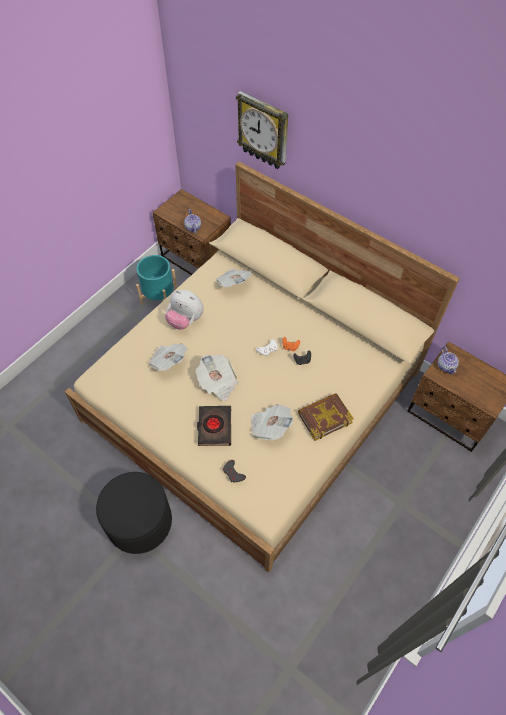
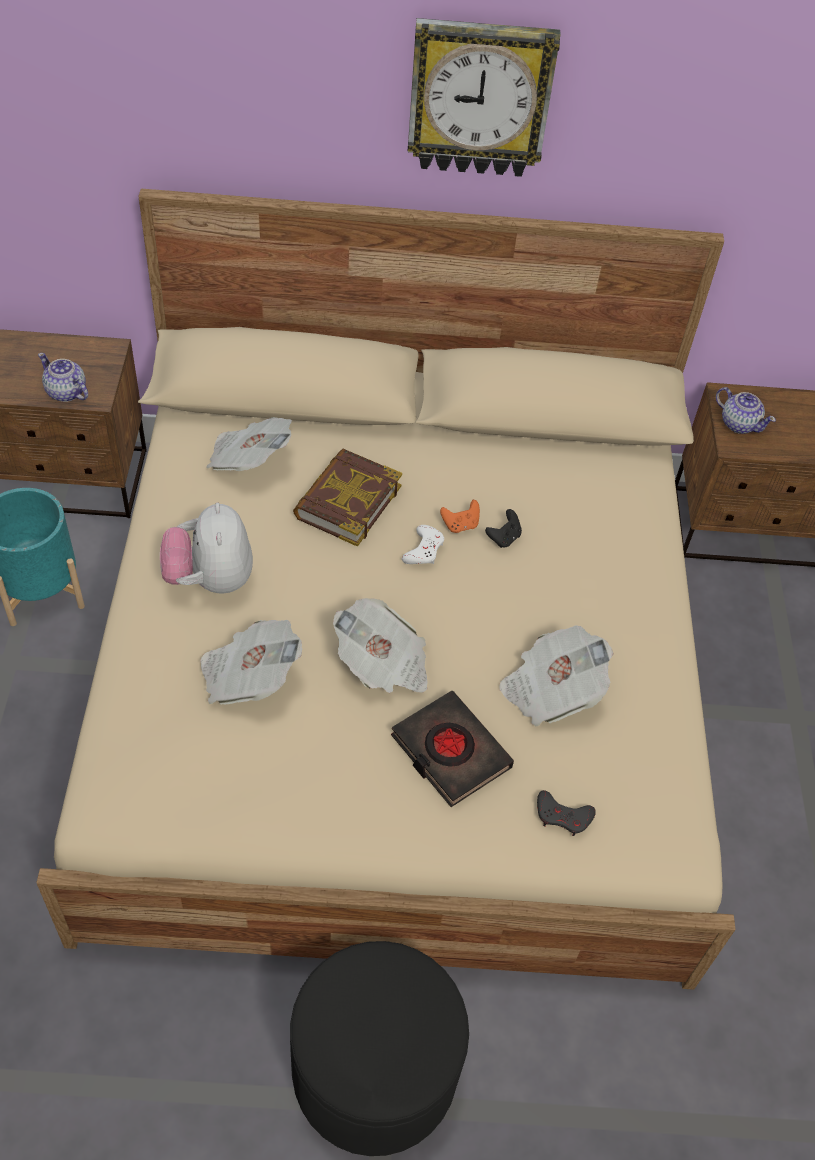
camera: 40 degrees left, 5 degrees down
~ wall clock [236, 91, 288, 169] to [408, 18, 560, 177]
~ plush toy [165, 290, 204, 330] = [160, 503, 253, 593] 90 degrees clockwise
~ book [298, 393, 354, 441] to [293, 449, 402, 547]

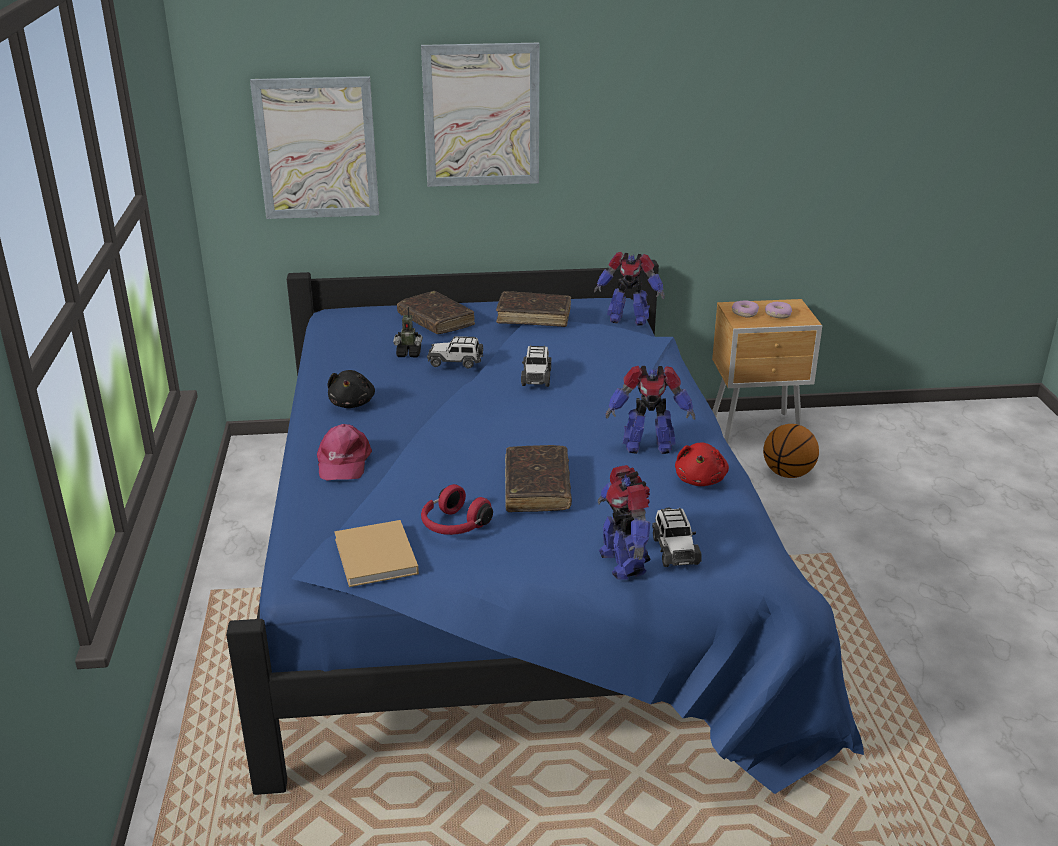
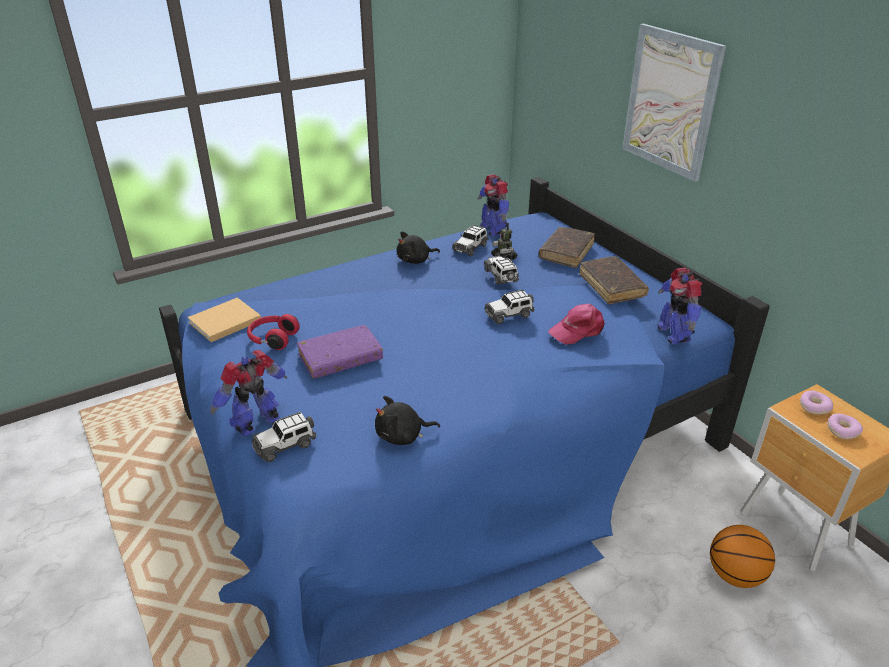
camera: 65 degrees right, 5 degrees up
- picture [250, 76, 379, 219]
~ toy robot [606, 366, 695, 454] to [478, 174, 509, 236]
~ pink cap [317, 424, 372, 481] to [548, 303, 605, 345]
~ red plush toy [675, 442, 729, 486] to black plush toy [375, 396, 440, 445]
~ brown book [505, 445, 572, 512] to purple book [297, 325, 383, 378]
+ toy car [452, 225, 488, 256]

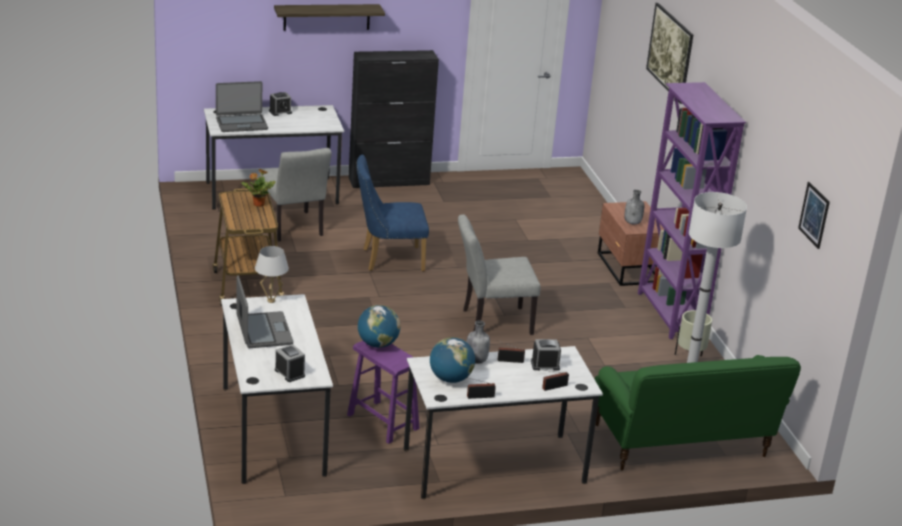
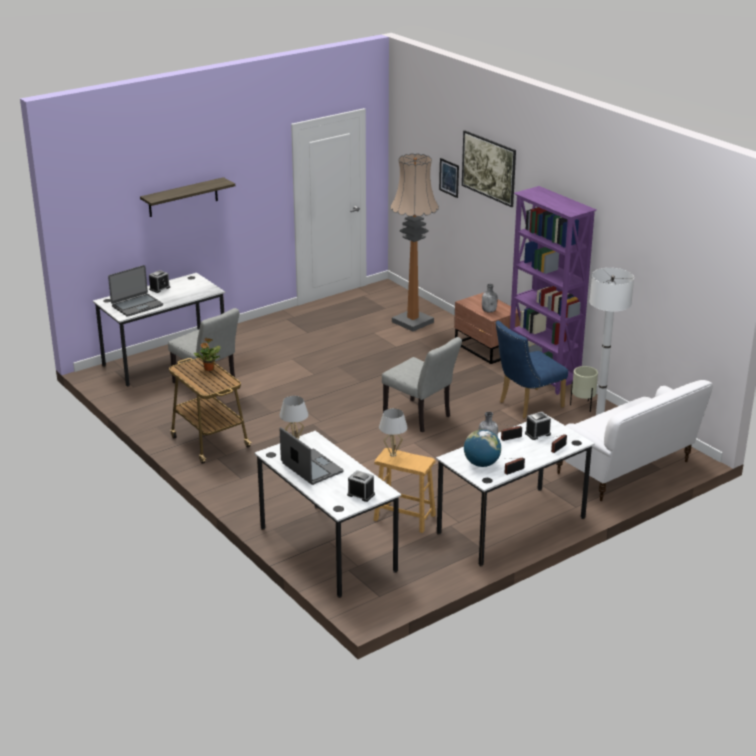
camera: 20 degrees left, 0 degrees up
- black cabinet [349, 50, 439, 188]
~ blue chair [357, 155, 429, 272] to [496, 321, 568, 419]
~ picture [798, 182, 830, 249] to [439, 158, 459, 198]
~ grey chair [458, 214, 541, 335] = [382, 337, 462, 432] 105 degrees counterclockwise
~ globe [358, 305, 400, 348] to white table lamp [379, 408, 408, 457]
~ purple stool [347, 341, 420, 444] to brown stool [374, 448, 436, 533]
~ green sofa [594, 355, 801, 471] to white sofa [556, 380, 713, 501]
+ floor lamp [390, 153, 439, 332]

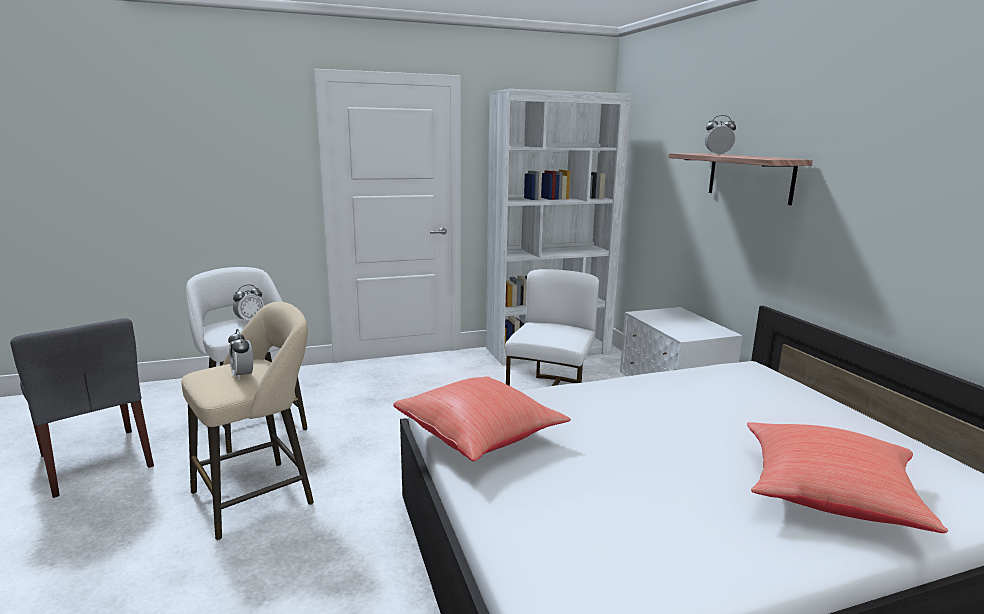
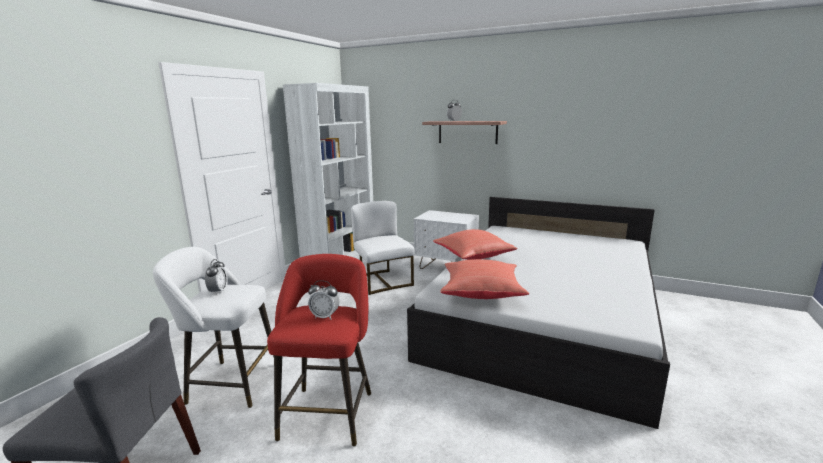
camera: 45 degrees left, 0 degrees up
~ beige stool [181, 302, 314, 540] to red stool [267, 254, 371, 447]
~ red pillow [747, 422, 948, 533] to [433, 229, 517, 260]

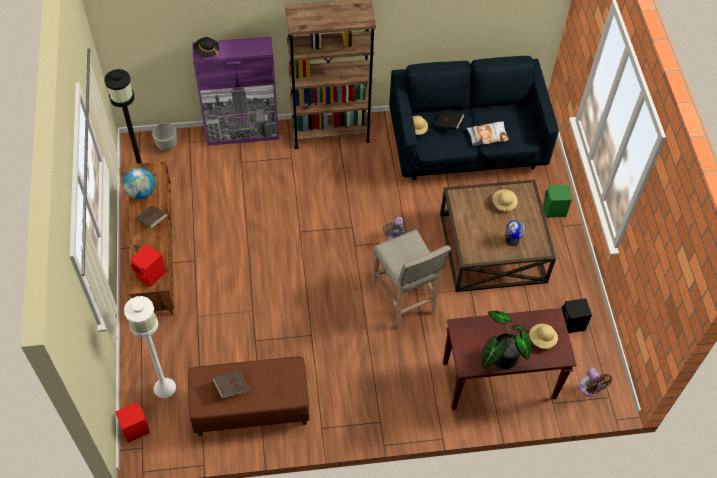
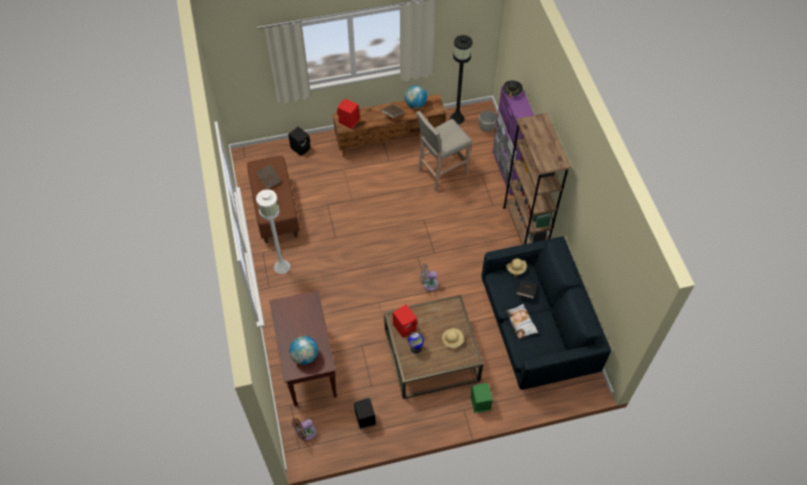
camera: 85 degrees right, 0 degrees up
~ beige stool [372, 229, 451, 330] to [416, 111, 472, 191]
~ white floor lamp [124, 296, 176, 398] to [256, 189, 290, 274]
- potted plant [482, 311, 532, 369]
~ beige hat [529, 324, 558, 349] to globe [290, 336, 318, 365]
~ red speaker [115, 402, 150, 443] to [393, 304, 417, 338]
+ black speaker [288, 127, 310, 156]

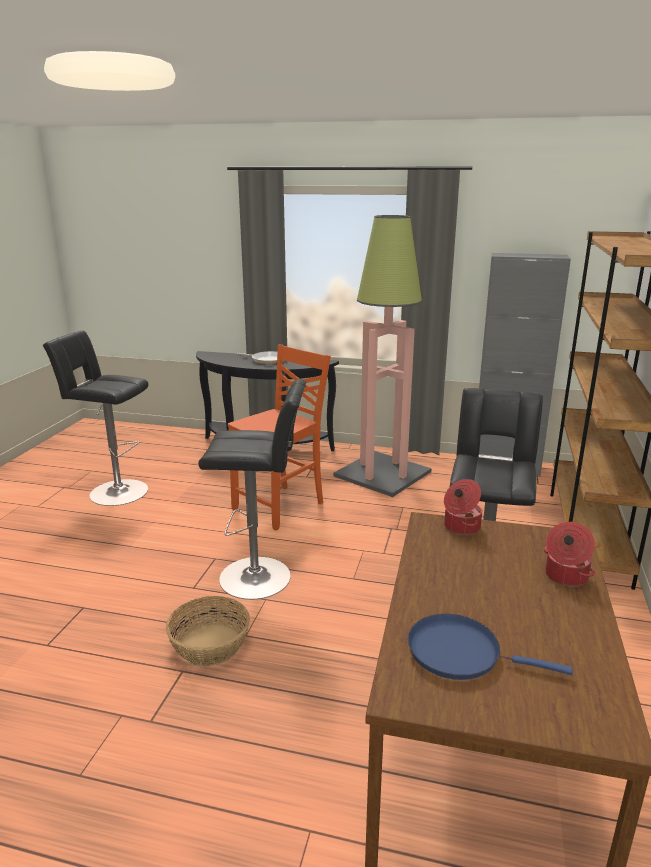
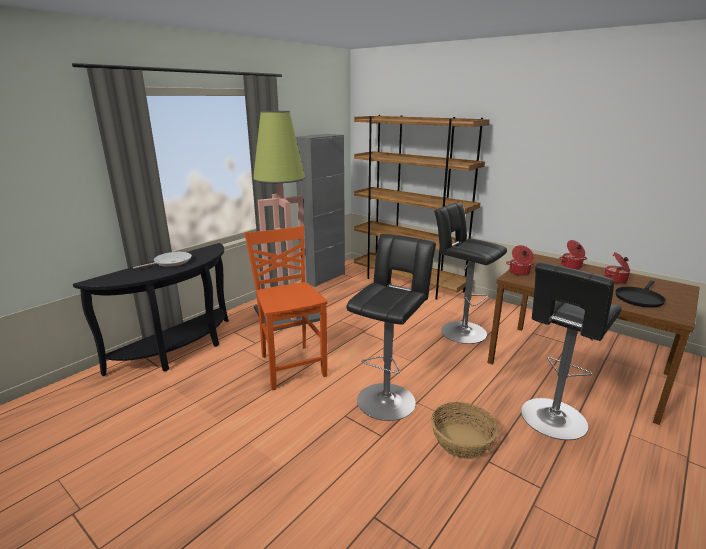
camera: 65 degrees left, 0 degrees up
~ black stool [43, 330, 149, 506] to [521, 262, 621, 440]
~ blue frying pan [408, 614, 573, 680] to black frying pan [615, 281, 666, 307]
+ cooking pot [604, 252, 630, 284]

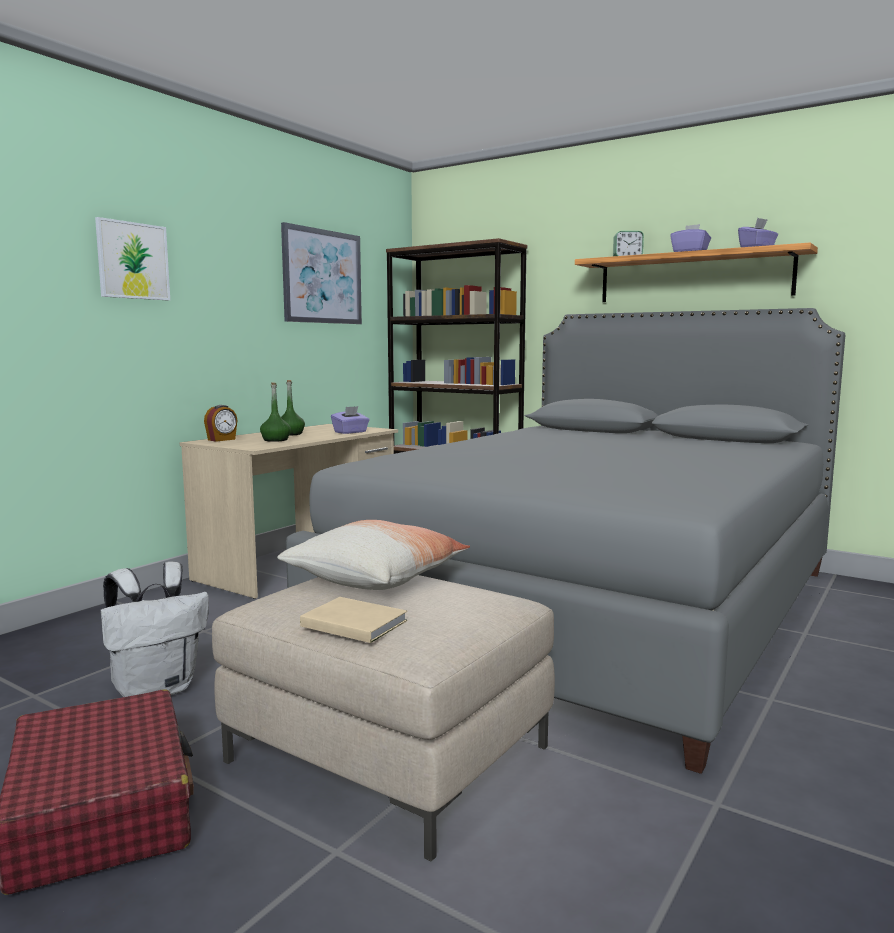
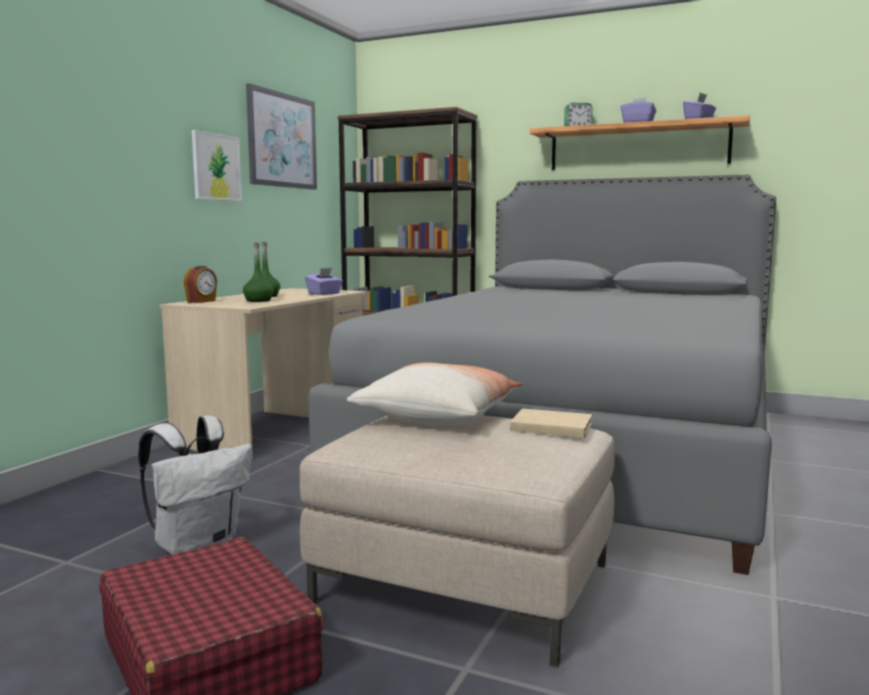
camera: 10 degrees left, 0 degrees up
~ picture [95, 217, 170, 300] to [192, 130, 242, 201]
~ beige book [300, 597, 407, 643] to [510, 409, 592, 438]

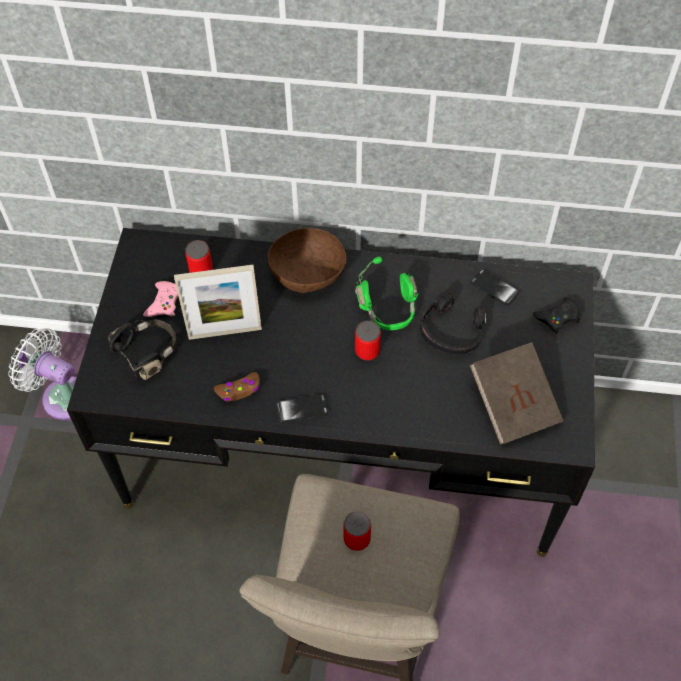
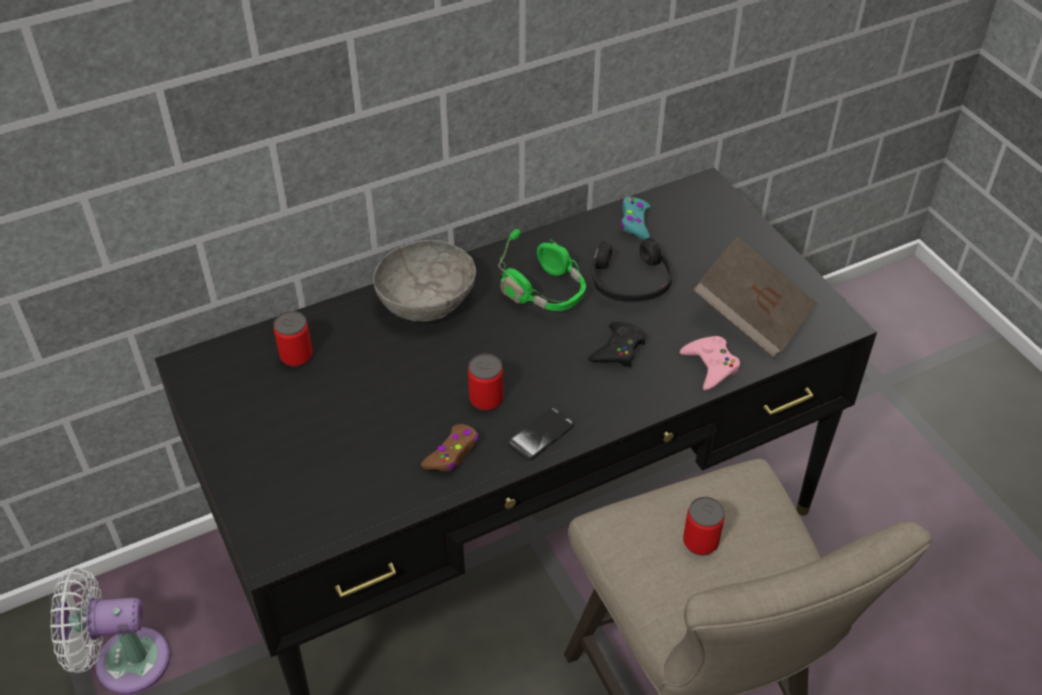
camera: 35 degrees left, 10 degrees down
~ brown bowl [268, 228, 346, 293] to grey bowl [373, 240, 476, 322]
- picture frame [174, 265, 262, 340]
~ phone [471, 269, 519, 306] to turquoise game controller [620, 196, 651, 240]
~ pink game controller [143, 281, 178, 317] to [680, 336, 740, 390]
~ black game controller [533, 297, 581, 334] to [588, 322, 646, 368]
- black headphones [108, 319, 176, 380]
~ can [355, 321, 381, 361] to [468, 354, 503, 411]

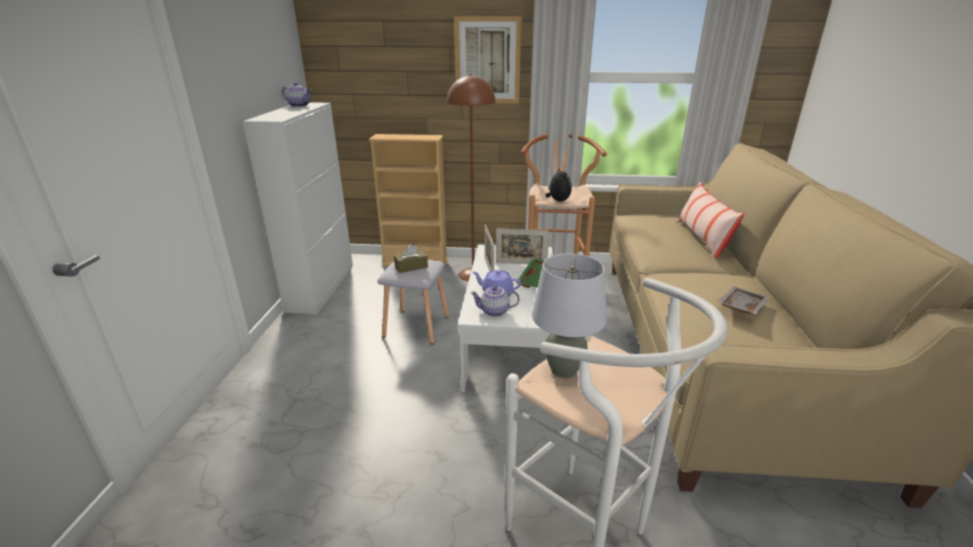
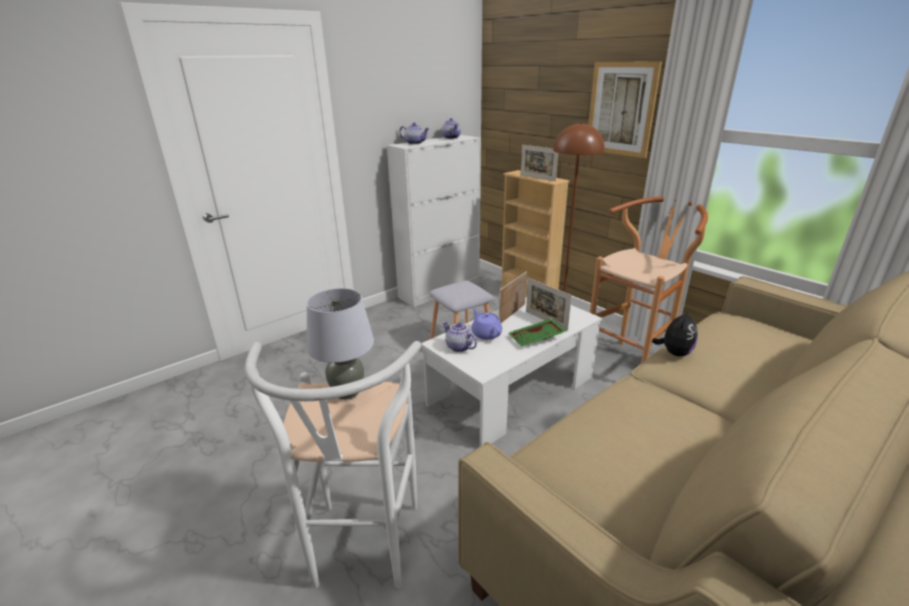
camera: 45 degrees right, 0 degrees up
~ plush toy [546, 168, 572, 202] to [652, 310, 698, 356]
- pillow [677, 182, 745, 259]
- brown tissue box [394, 244, 428, 273]
- grey tray [717, 286, 770, 314]
+ teapot [399, 122, 429, 144]
+ picture frame [521, 145, 558, 181]

